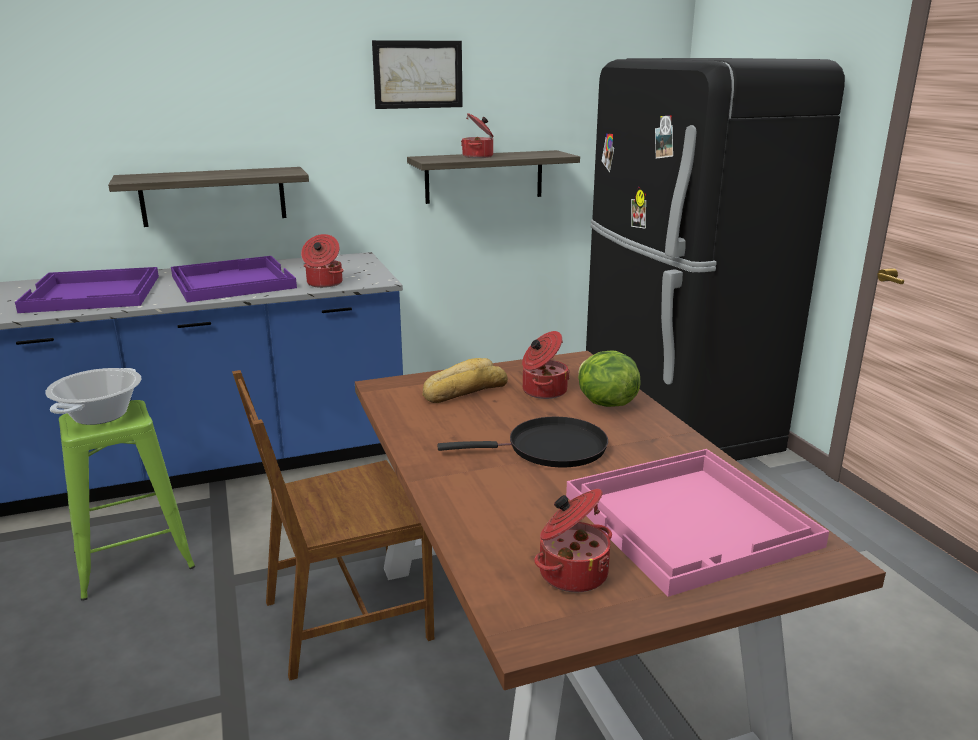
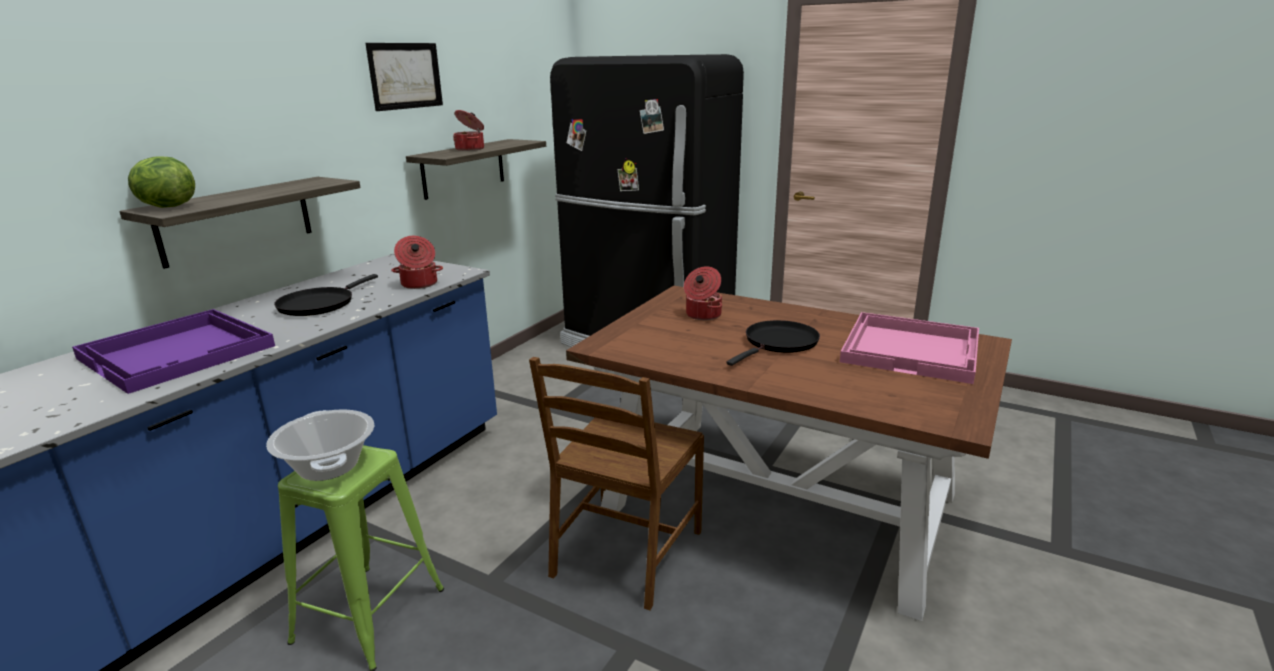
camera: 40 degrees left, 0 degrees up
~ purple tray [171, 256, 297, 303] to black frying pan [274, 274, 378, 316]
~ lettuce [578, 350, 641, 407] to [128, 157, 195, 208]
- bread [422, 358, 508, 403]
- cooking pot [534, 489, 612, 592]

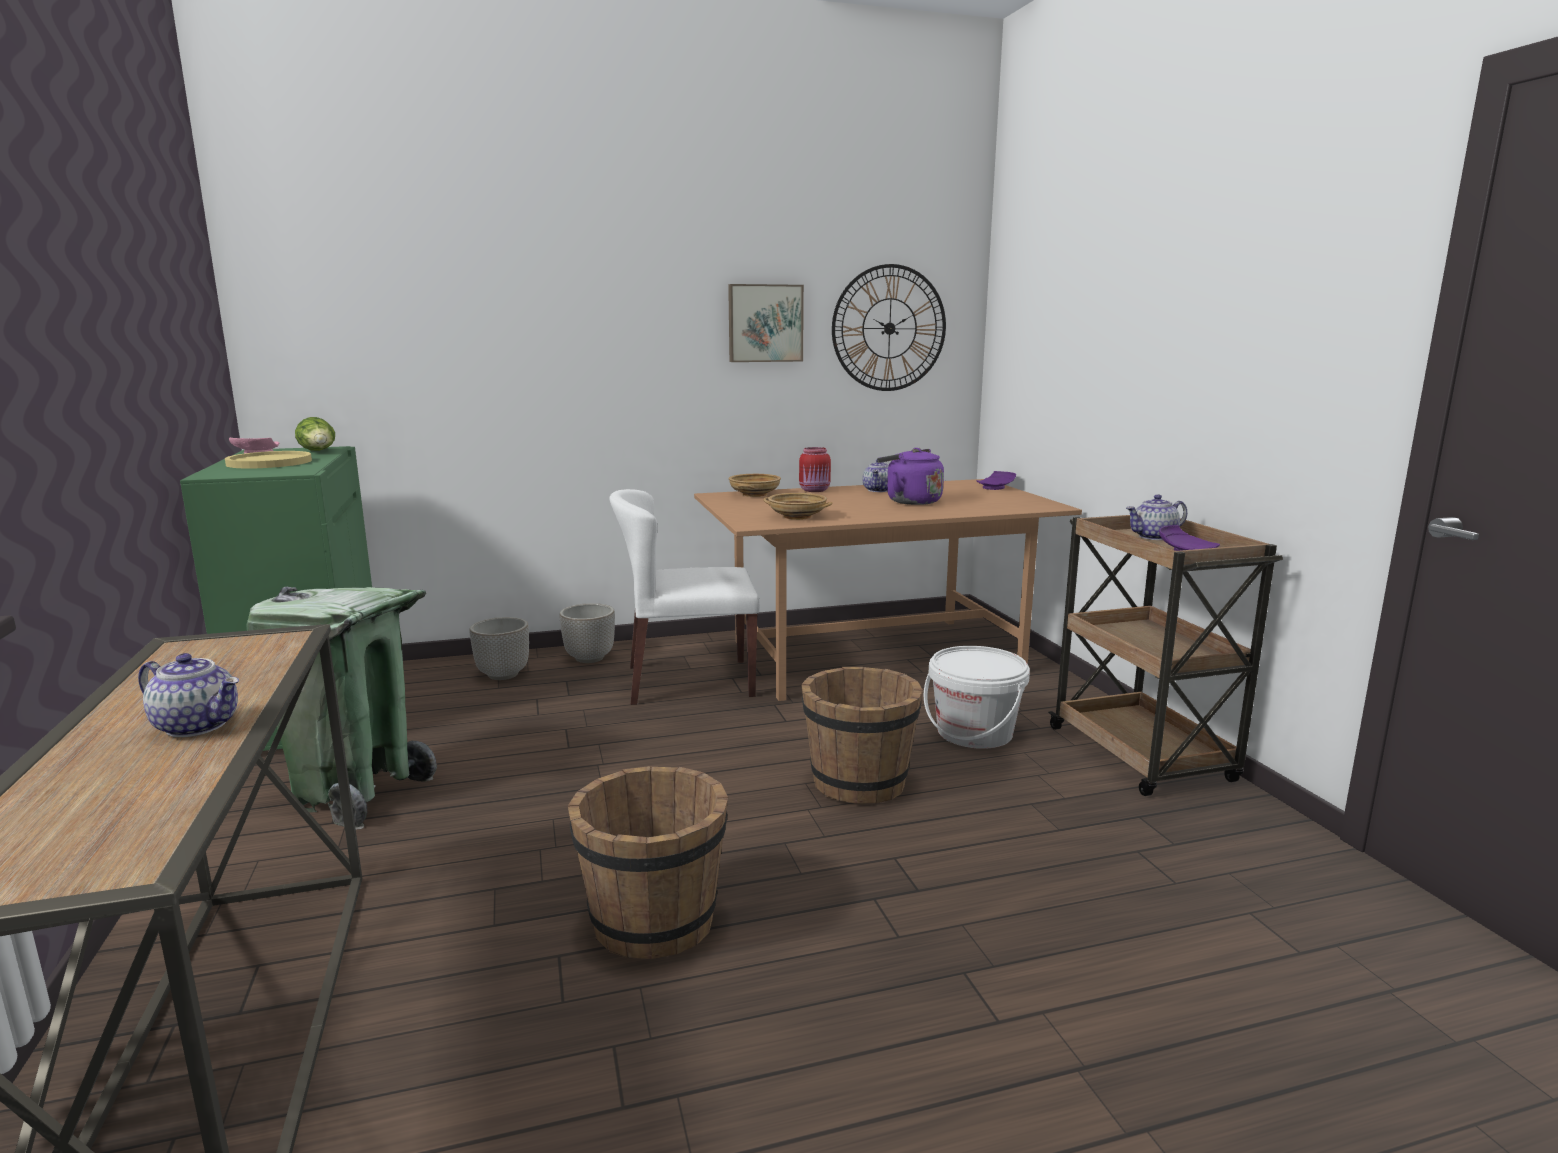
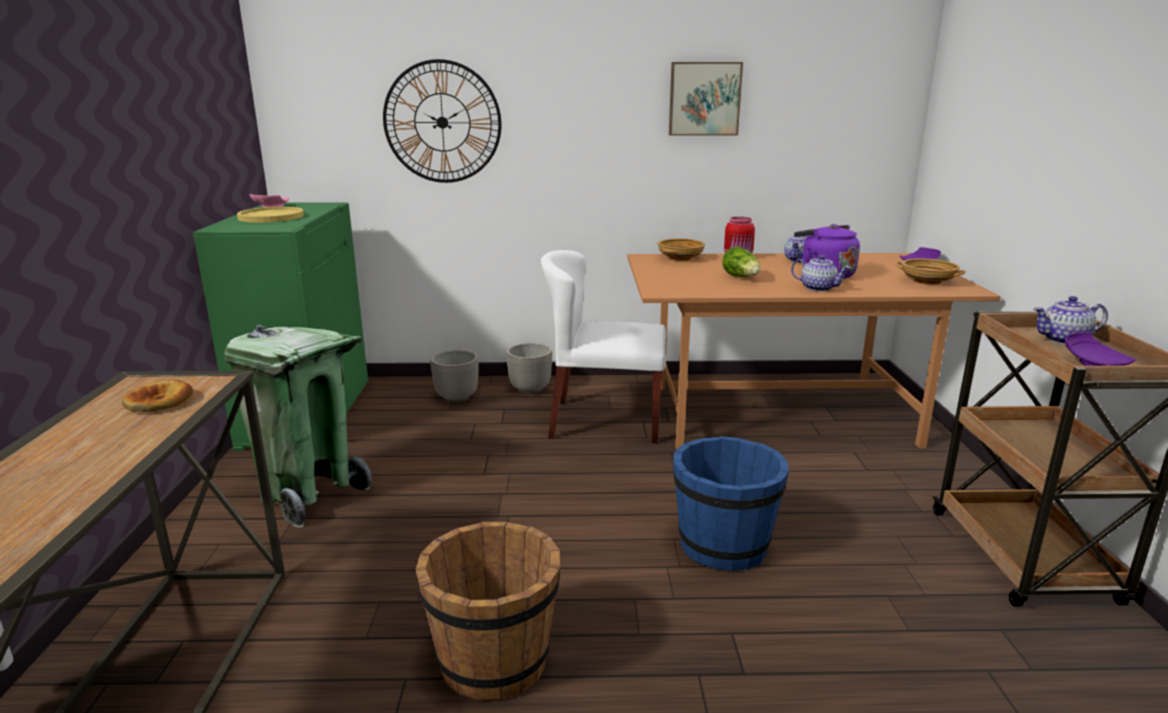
camera: 15 degrees right, 5 degrees up
~ wall clock [832, 264, 946, 391] to [383, 59, 501, 183]
~ lettuce [295, 417, 335, 451] to [722, 246, 760, 277]
~ beige bowl [763, 493, 832, 520] to [896, 258, 966, 285]
- white bucket [924, 646, 1030, 749]
~ teapot [138, 653, 239, 737] to [791, 255, 850, 292]
~ brown bucket [801, 667, 923, 804] to blue bucket [673, 436, 789, 571]
+ bread [122, 380, 193, 412]

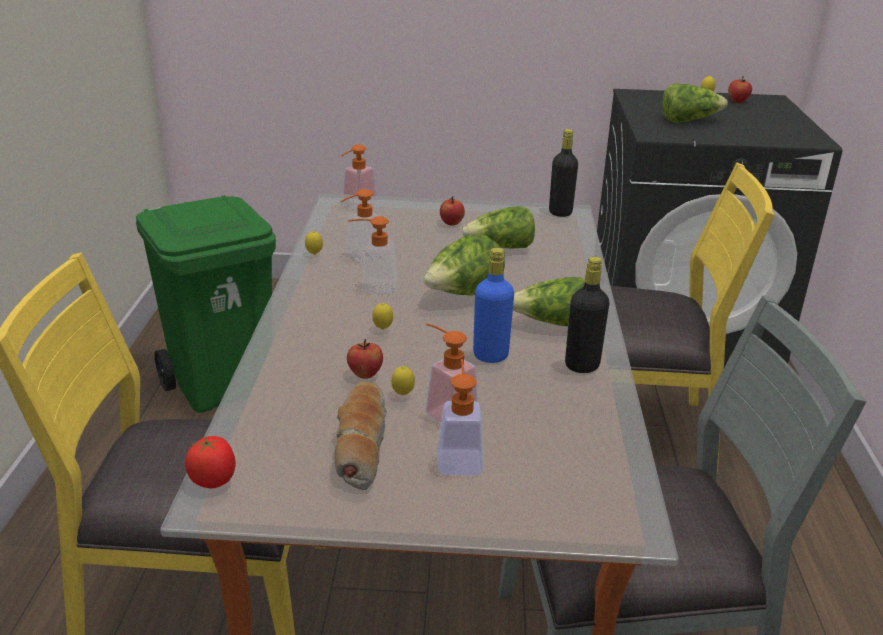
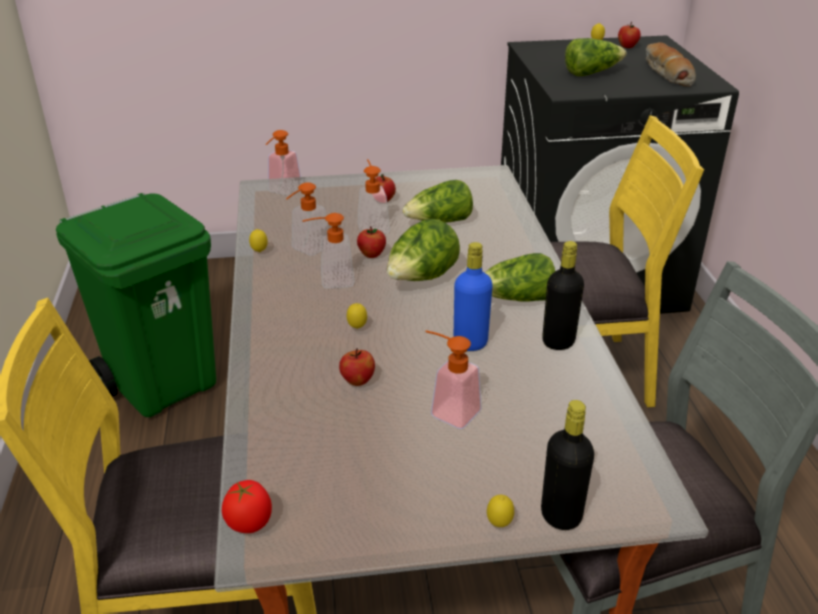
camera: 10 degrees left, 5 degrees up
~ black bottle [549, 129, 578, 217] to [541, 400, 594, 530]
~ soap dispenser [438, 359, 483, 475] to [358, 159, 390, 234]
~ lemon [391, 366, 415, 395] to [487, 495, 514, 527]
~ bread [335, 382, 387, 490] to [646, 42, 696, 87]
+ apple [357, 226, 386, 258]

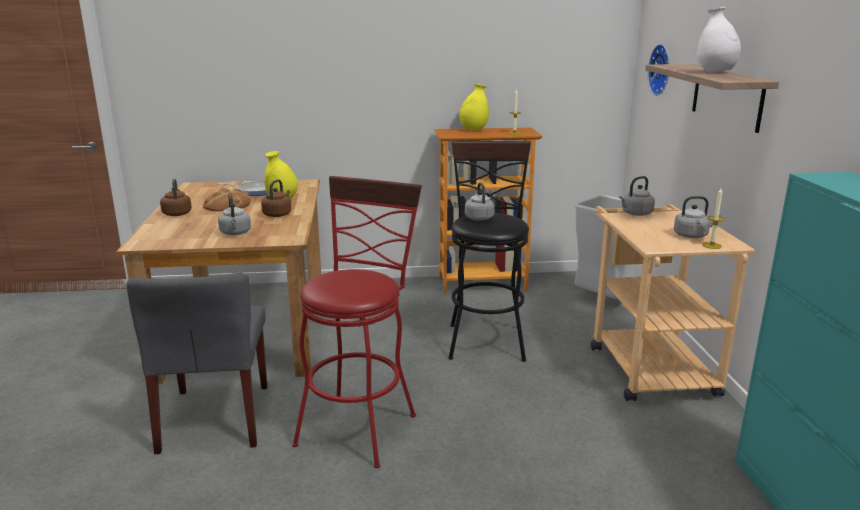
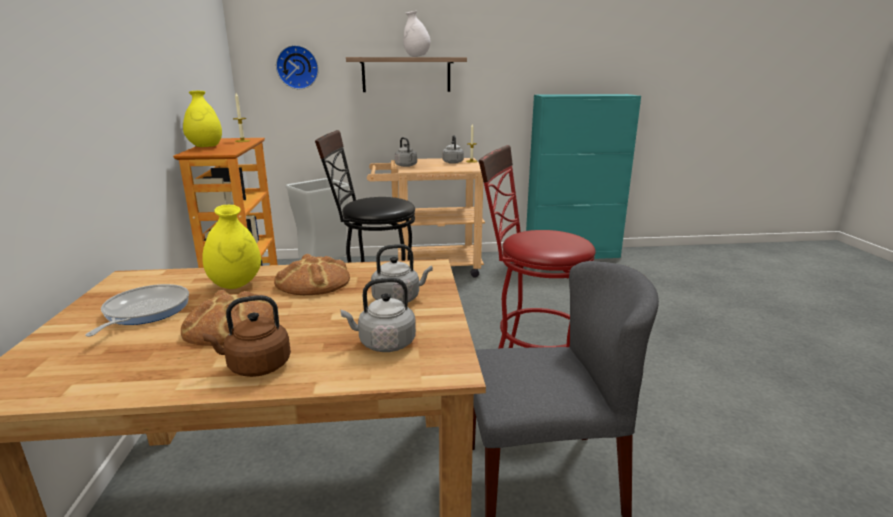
camera: 90 degrees left, 0 degrees up
~ brown kettle [261, 179, 291, 217] to bread [274, 254, 350, 295]
~ grey kettle [465, 182, 494, 221] to [341, 278, 416, 352]

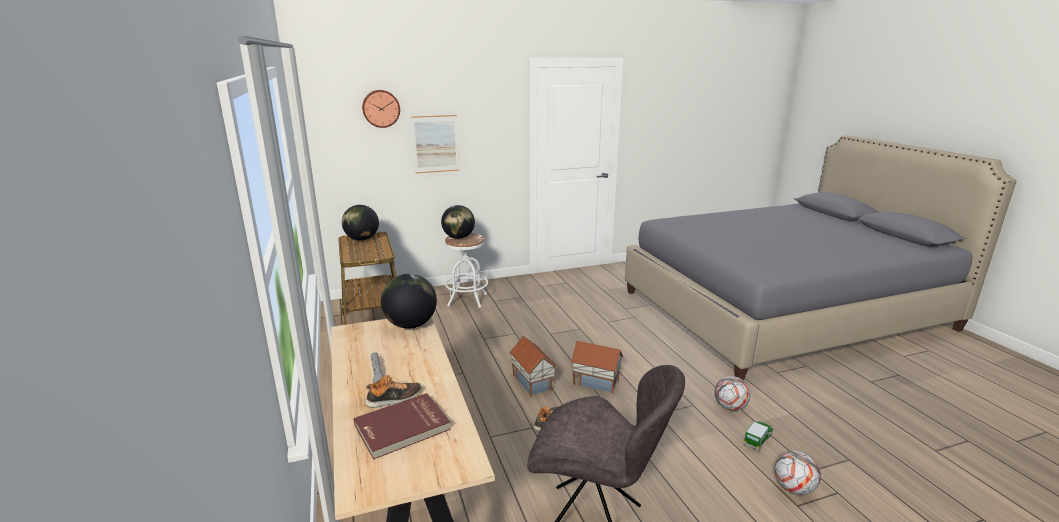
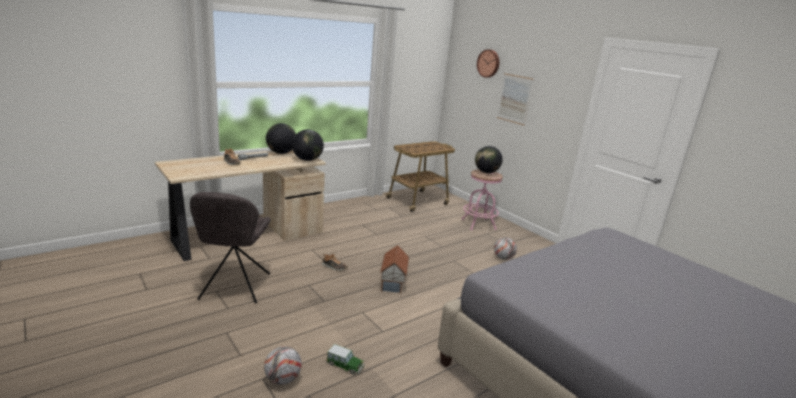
camera: 70 degrees right, 0 degrees up
~ globe [342, 205, 379, 241] to [266, 123, 296, 154]
~ white stool [445, 233, 488, 308] to pink stool [461, 170, 503, 230]
- toy house [509, 336, 557, 397]
~ football [715, 376, 751, 411] to [494, 237, 517, 260]
- red book [354, 393, 451, 460]

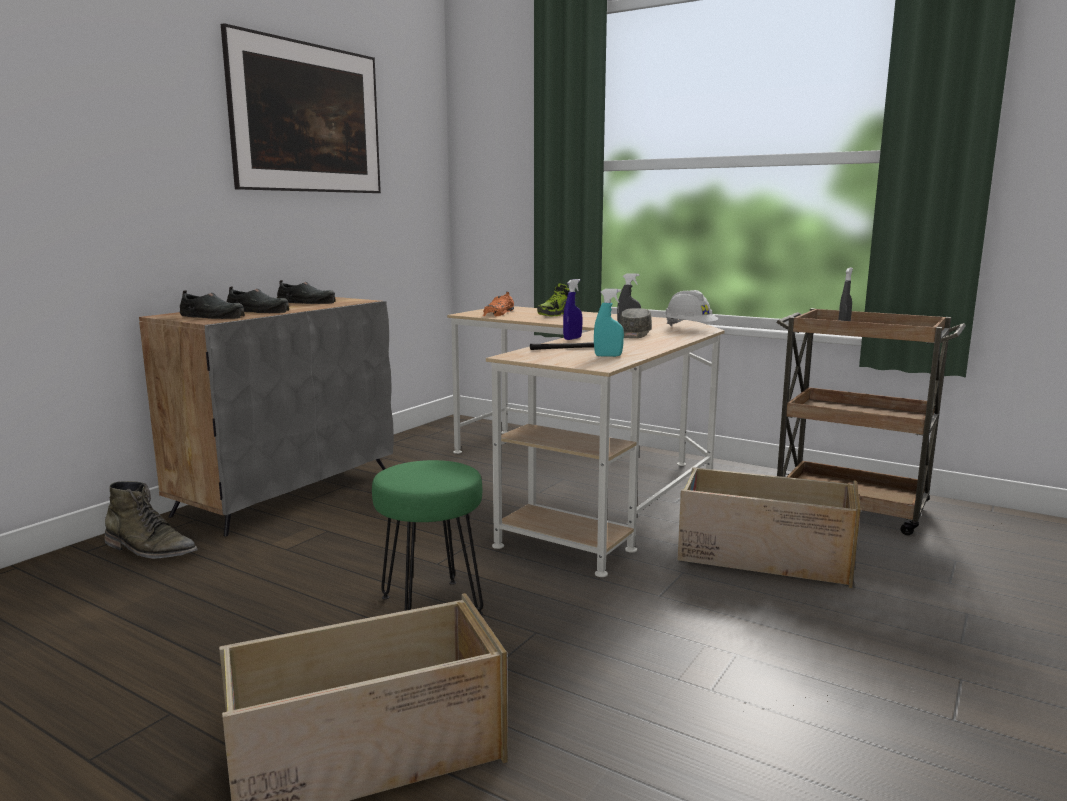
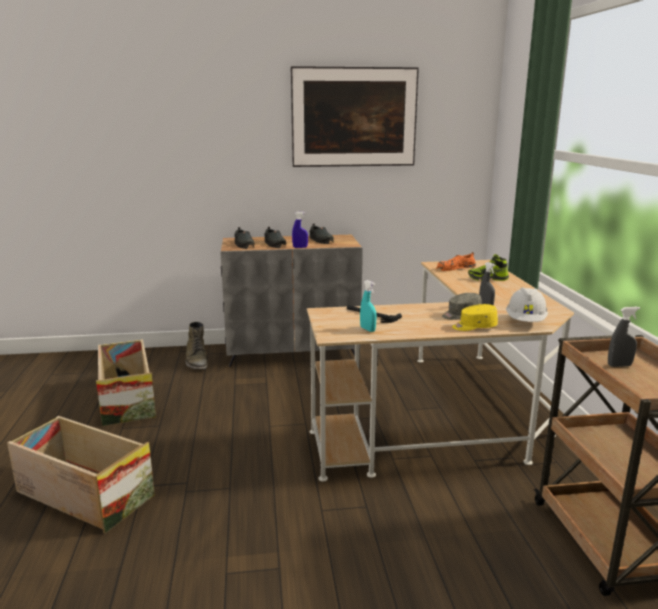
camera: 50 degrees right, 5 degrees up
~ blue spray bottle [563, 279, 582, 340] to [292, 212, 308, 248]
- green stool [372, 460, 483, 615]
~ crate [678, 467, 861, 588] to [96, 339, 156, 426]
+ yellow cap [452, 304, 498, 331]

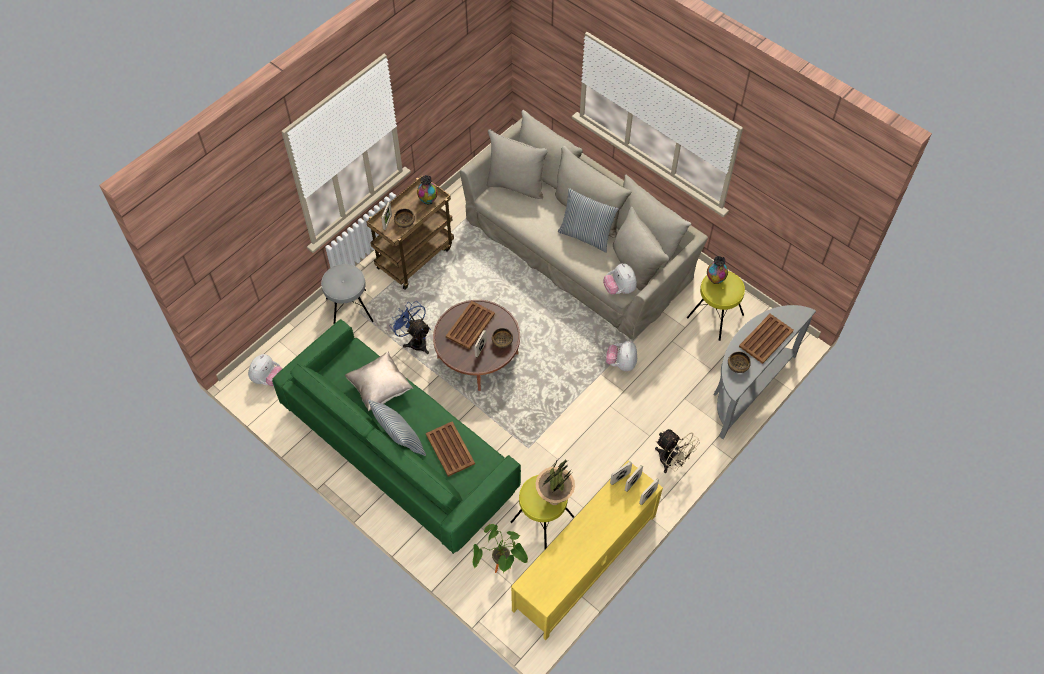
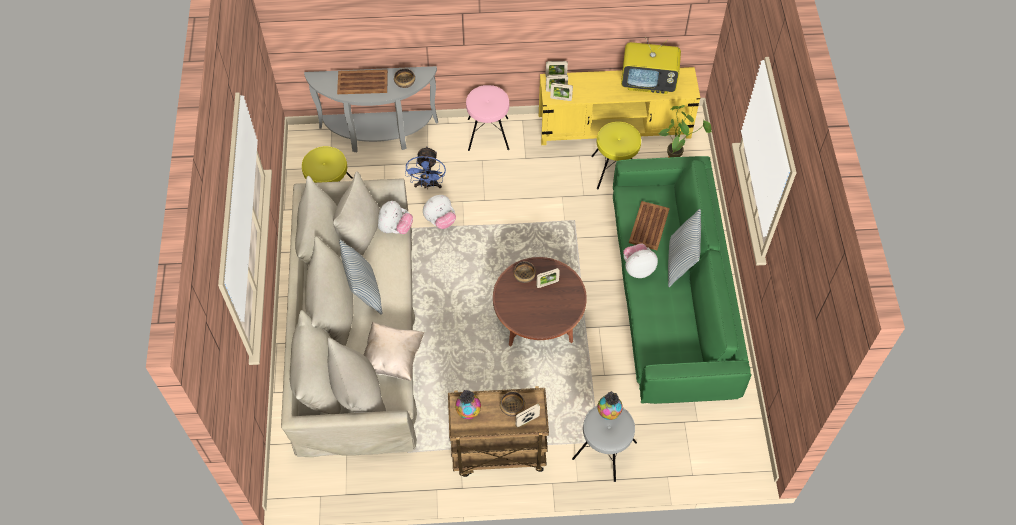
camera: 135 degrees left, 0 degrees up
~ vase [707, 256, 728, 284] to [597, 391, 623, 420]
- brown tray [446, 301, 495, 350]
~ blue fan [389, 302, 431, 354] to [405, 146, 446, 189]
~ beige pillow [345, 351, 413, 411] to [364, 322, 425, 381]
~ plush toy [248, 354, 282, 386] to [623, 243, 658, 278]
~ beige fan [655, 429, 700, 473] to pink stool [466, 85, 509, 151]
- potted plant [536, 459, 575, 505]
+ television [621, 37, 681, 94]

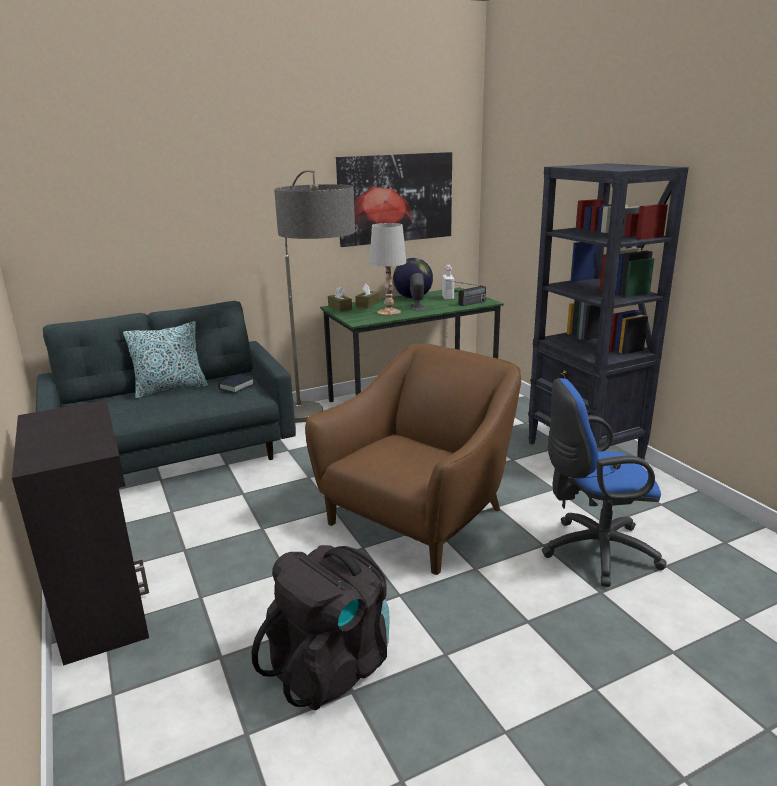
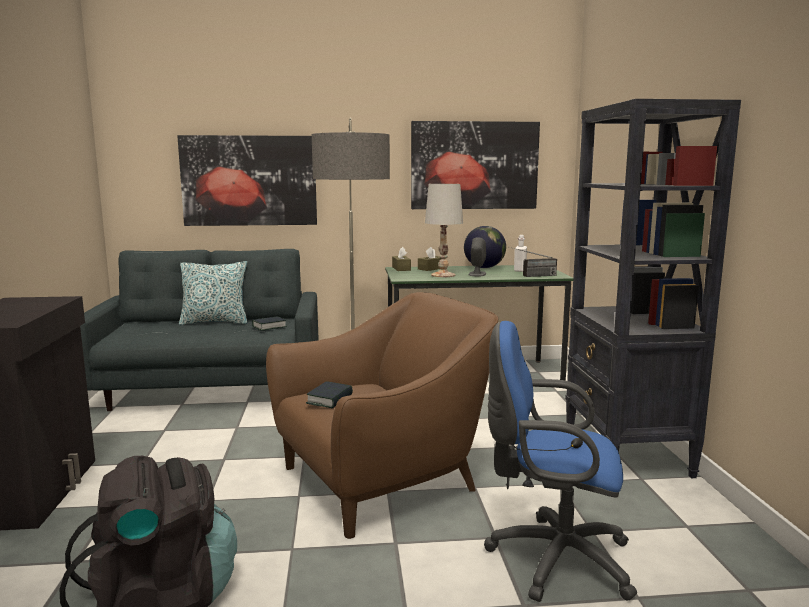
camera: 20 degrees right, 10 degrees down
+ picture [177, 135, 317, 226]
+ book [306, 381, 353, 408]

